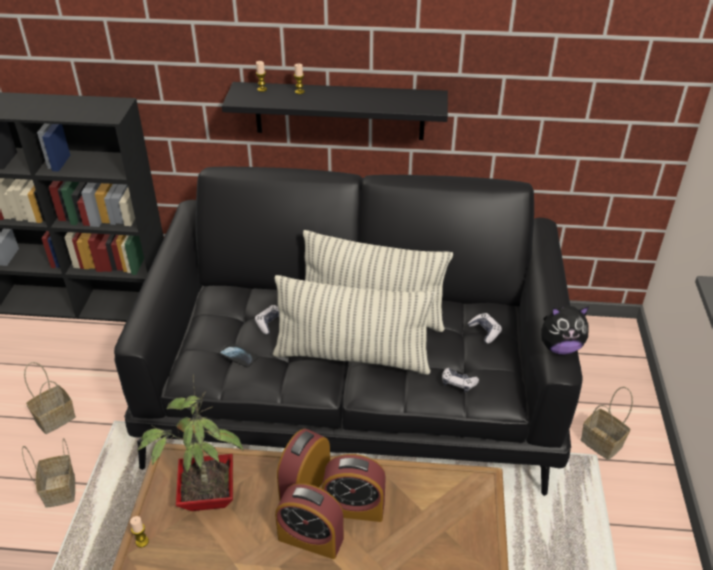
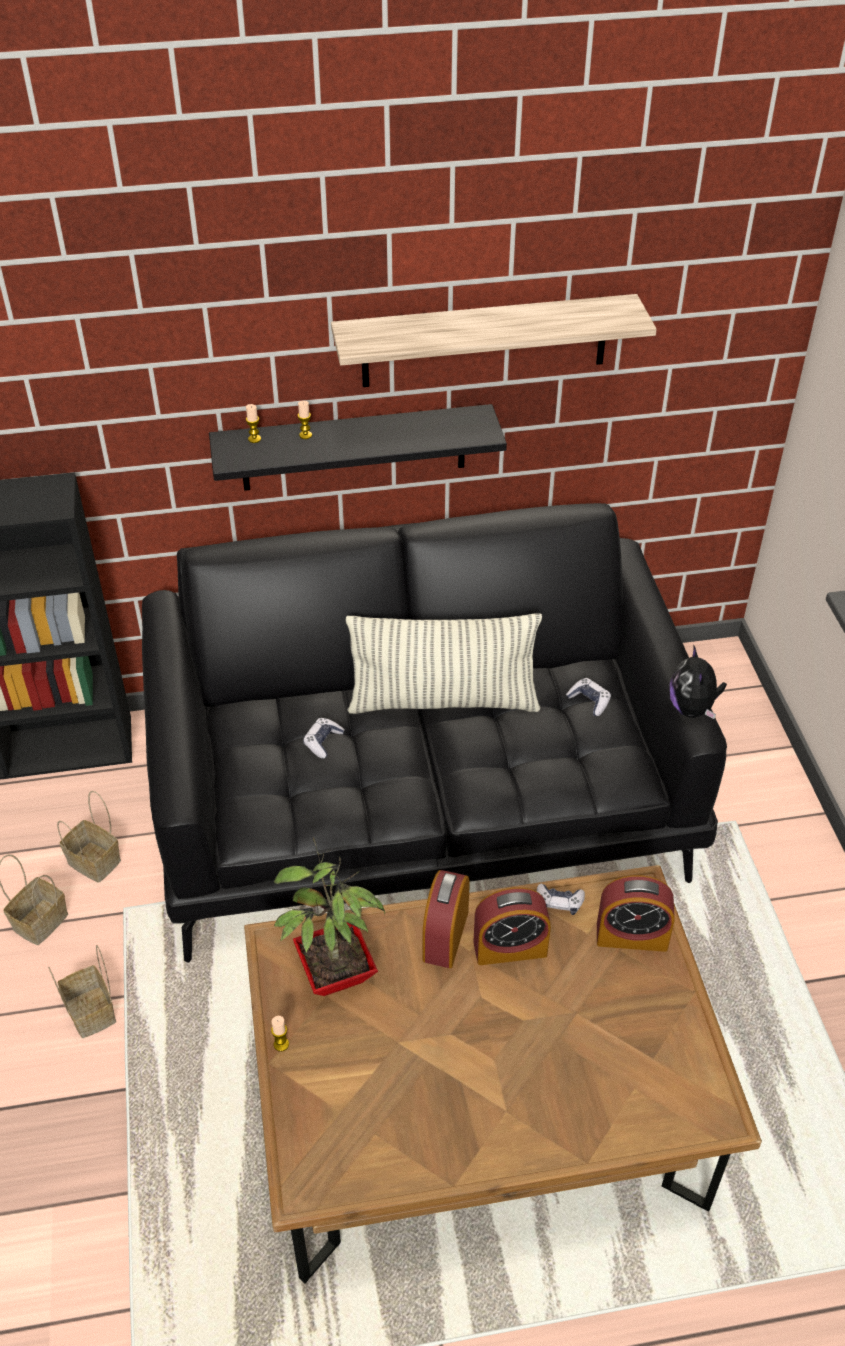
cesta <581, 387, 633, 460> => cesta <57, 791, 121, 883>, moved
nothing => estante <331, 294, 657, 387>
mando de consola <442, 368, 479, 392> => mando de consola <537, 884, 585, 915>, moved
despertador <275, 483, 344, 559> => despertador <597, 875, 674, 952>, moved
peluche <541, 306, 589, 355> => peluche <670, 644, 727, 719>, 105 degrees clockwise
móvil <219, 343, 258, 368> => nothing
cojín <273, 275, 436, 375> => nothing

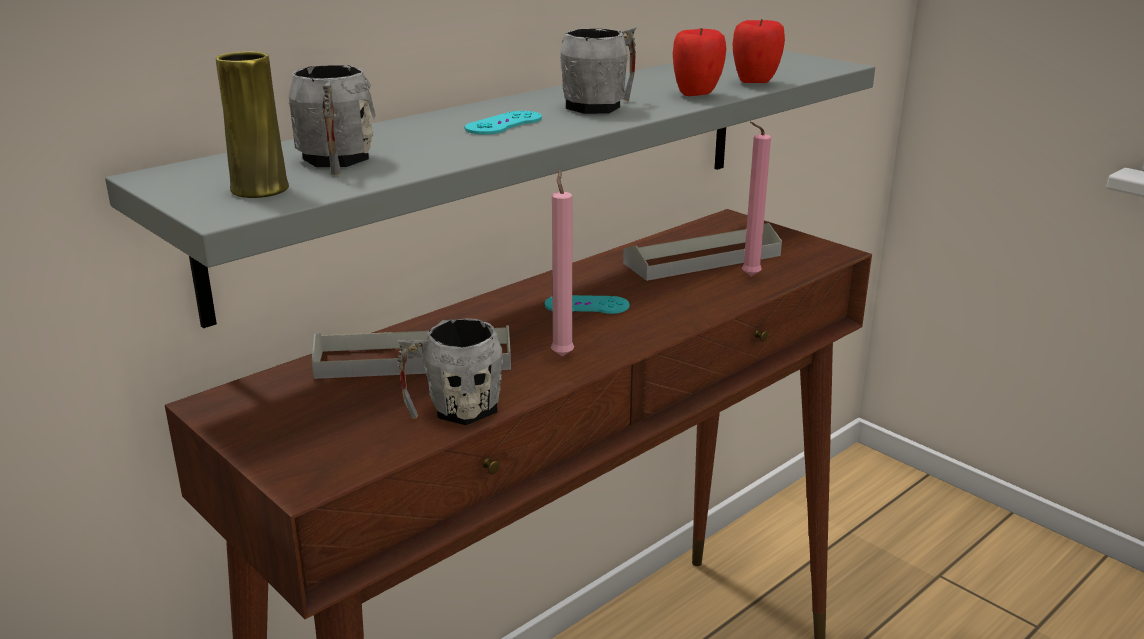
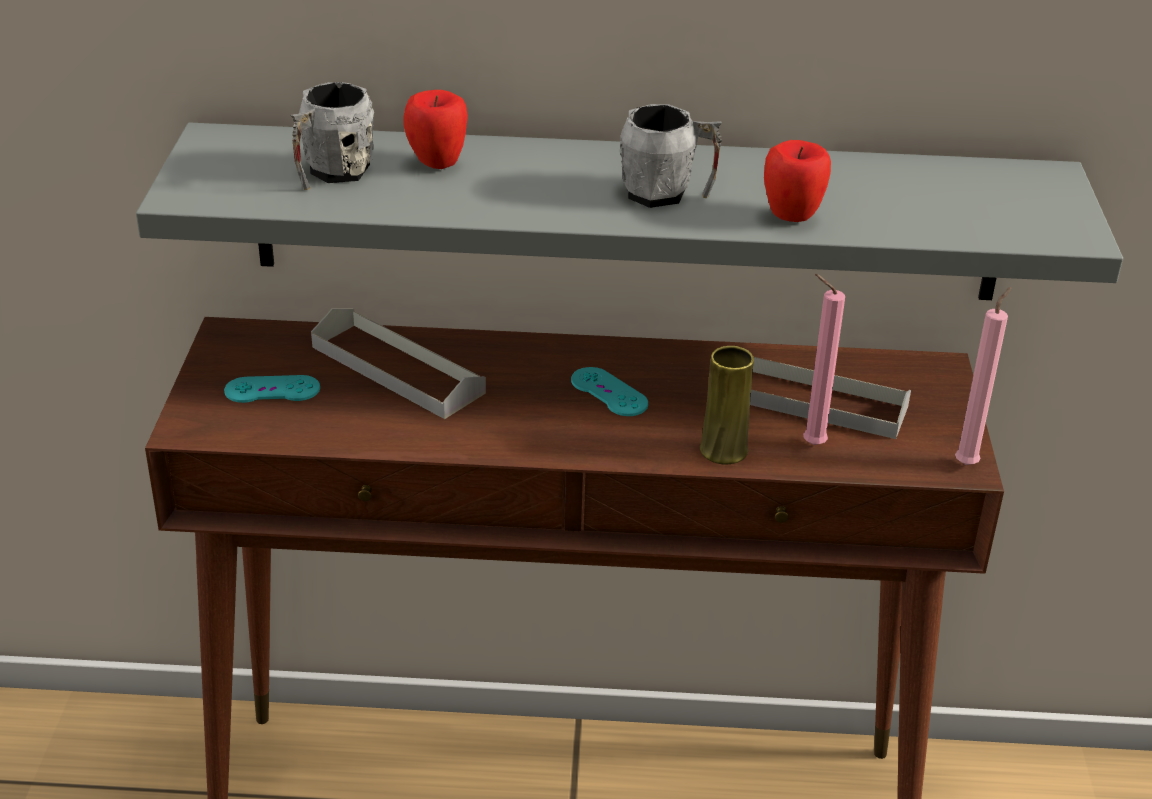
mando de consola/turquesa <465, 111, 542, 135> => mando de consola/turquesa <224, 375, 320, 403>, moved
manzana <732, 19, 785, 83> => manzana <403, 90, 468, 169>, moved
florero/amarillo <216, 51, 289, 198> => florero/amarillo <700, 346, 754, 464>, moved
vela/rosa <551, 169, 574, 356> => vela/rosa <955, 287, 1011, 465>, moved
taza grande/gris <397, 319, 503, 425> => nothing

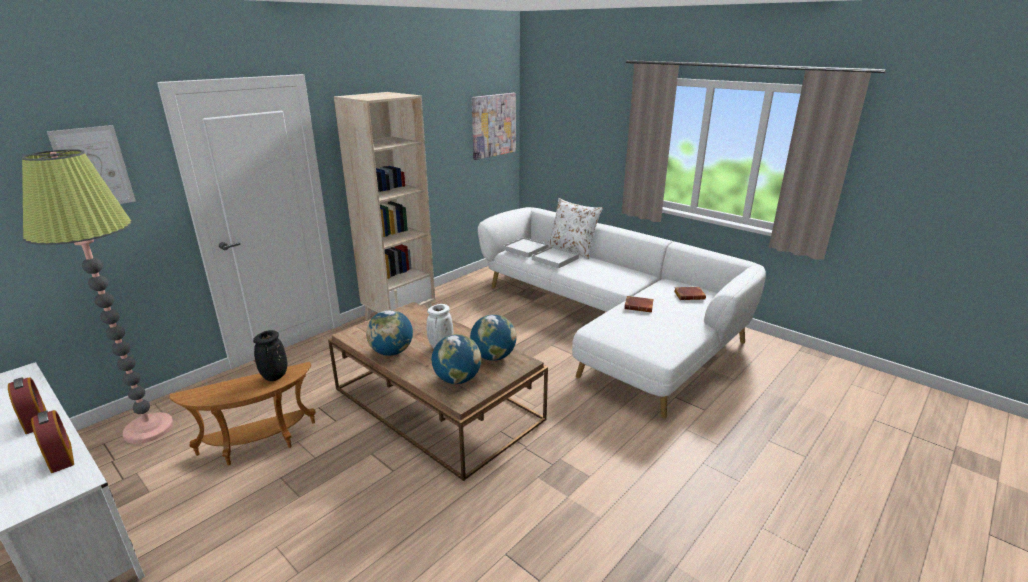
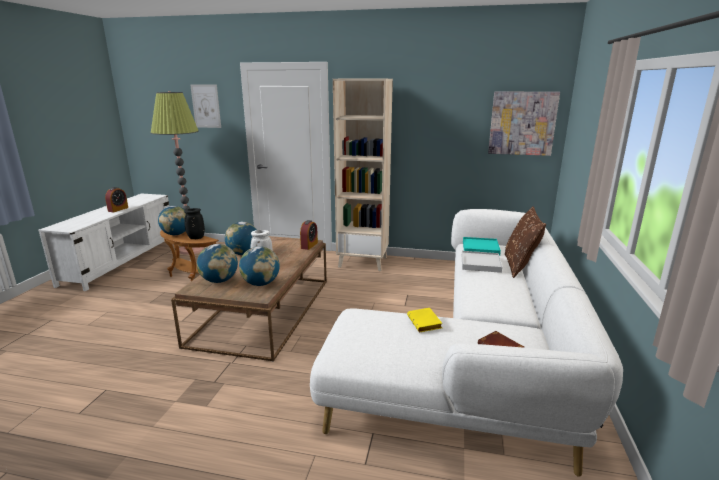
nothing => globo terráqueo <158, 206, 186, 235>
despertador <31, 410, 74, 473> => despertador <300, 220, 318, 250>, moved
libro/marrón <624, 296, 654, 312> => libro/amarillo <407, 308, 442, 332>
bandeja/blanco <504, 237, 548, 258> => bandeja/turquesa <463, 237, 501, 256>
cojín/blanco <547, 198, 603, 259> => cojín/marrón <505, 206, 546, 278>

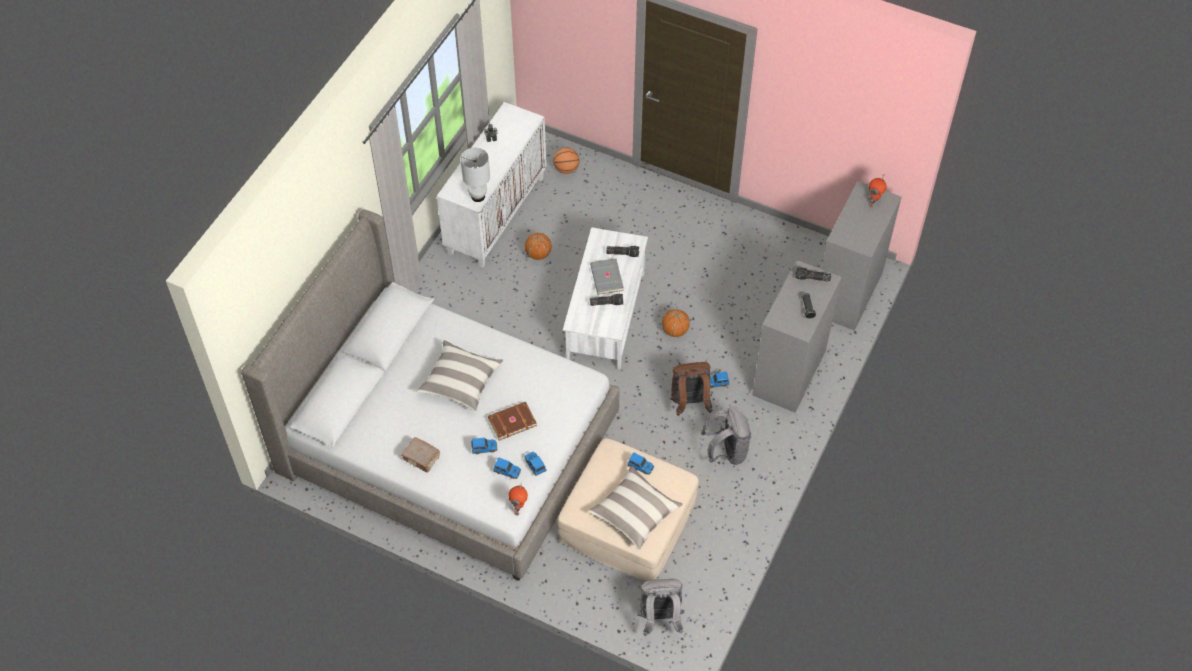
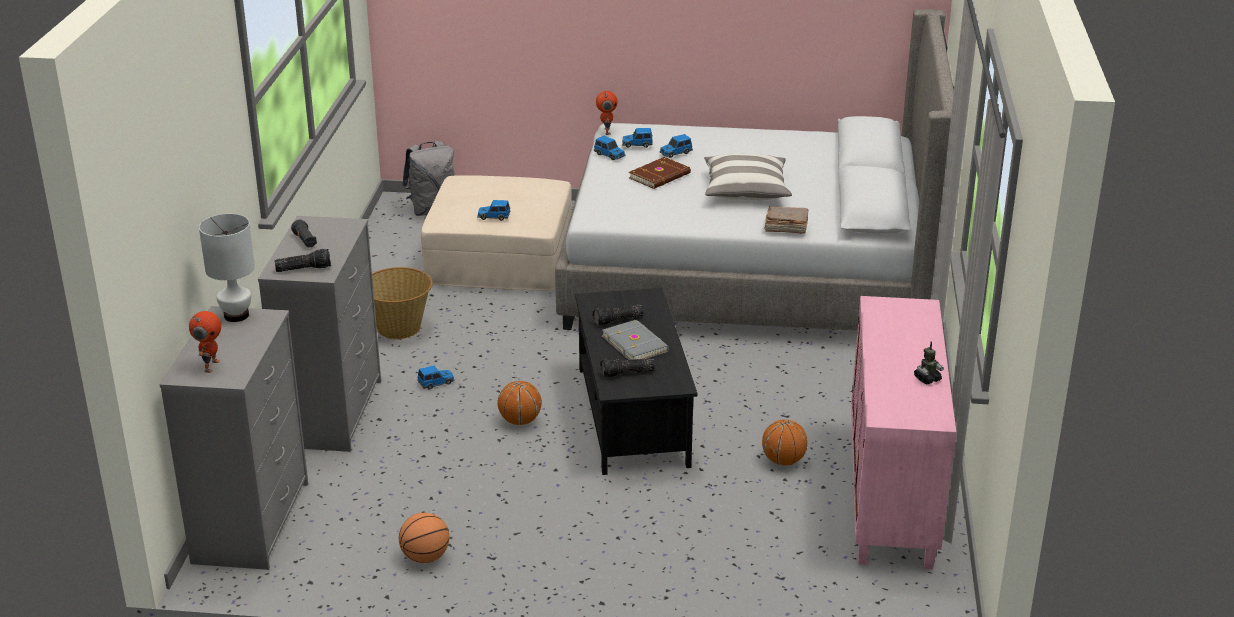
lámpara de mesa/blanco <460, 148, 490, 202> => lámpara de mesa/blanco <199, 214, 255, 322>, moved
mochila/gris <701, 406, 751, 465> => cesta <372, 267, 433, 339>
balón de baloncesto <553, 147, 580, 174> => balón de baloncesto <399, 513, 449, 563>, moved
mesa de centro/blanco <563, 227, 648, 369> => mesa de centro/negro <575, 288, 697, 475>
libro/marrón <401, 437, 440, 472> => libro/marrón <765, 206, 808, 233>, moved
armario/blanco <437, 102, 547, 268> => armario/rosa <851, 296, 956, 569>
cojín <588, 466, 683, 550> => nothing
mochila/marrón <669, 362, 713, 416> => nothing

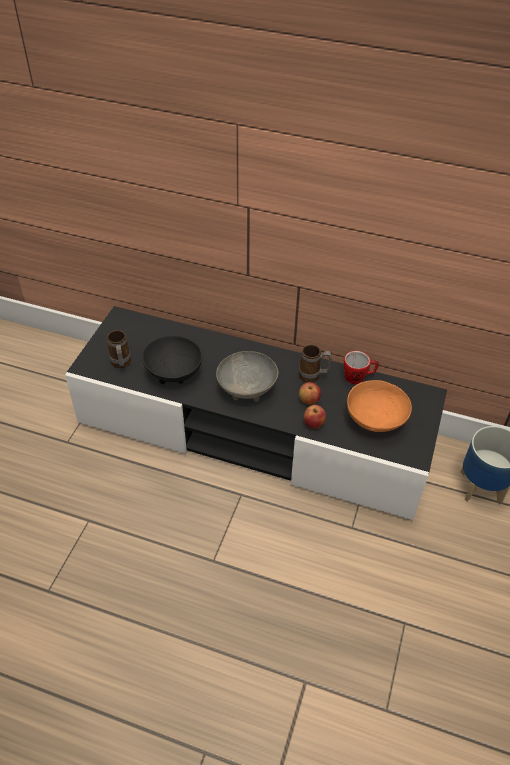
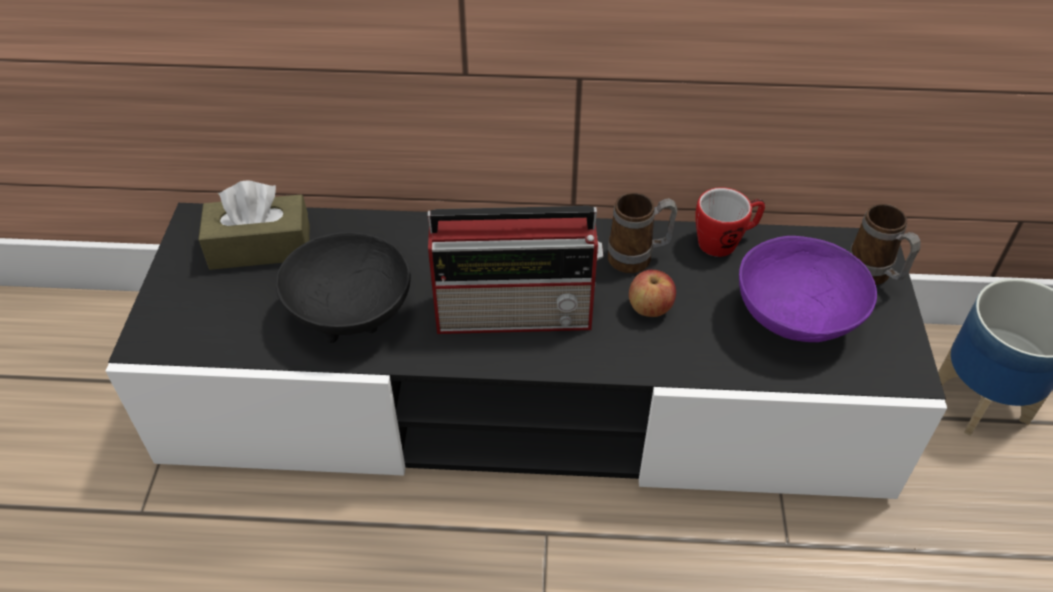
nothing => caja de pañuelos/marrón <198, 180, 310, 270>
cuenco/gris <216, 351, 278, 402> => radio <428, 206, 603, 334>
cuenco/naranja <347, 380, 412, 432> => cuenco/morado <739, 236, 877, 342>
taza grande <107, 330, 131, 368> => taza grande <849, 204, 921, 285>, moved
manzana <303, 405, 326, 429> => nothing

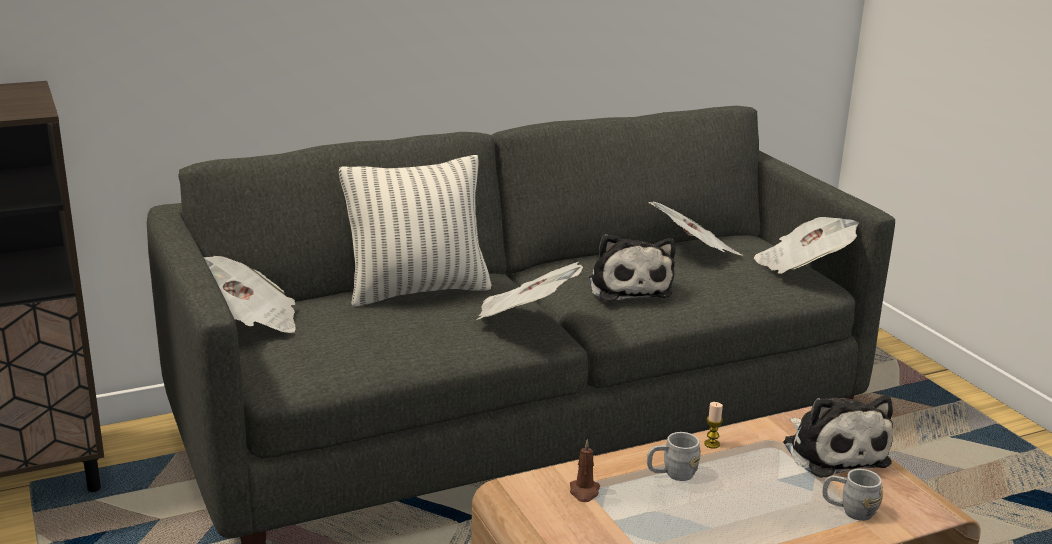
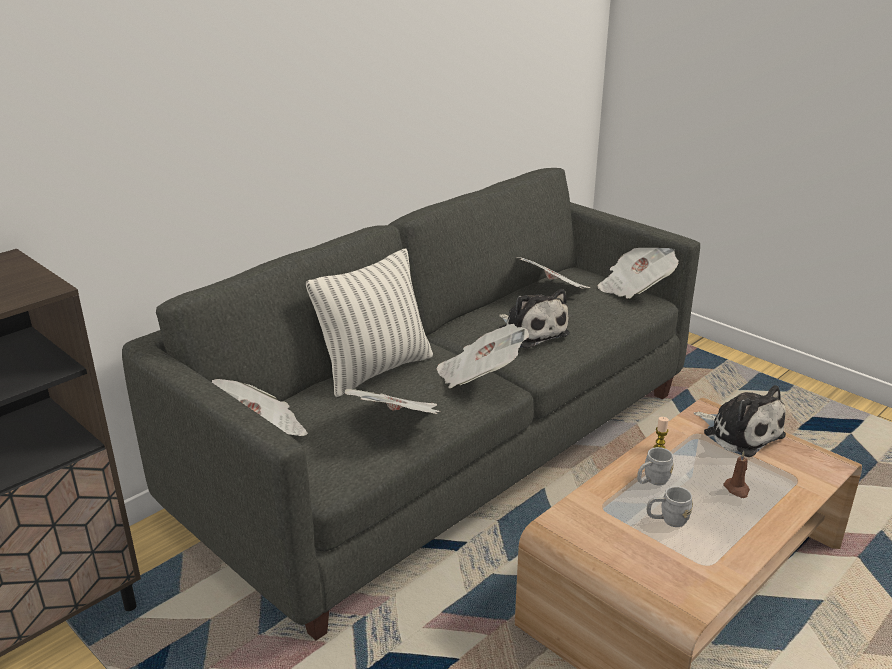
nothing => periódico <345, 389, 440, 414>
taza grande/gris <822, 469, 883, 521> => taza grande/gris <647, 486, 693, 527>, moved
vela/marrón <570, 439, 600, 502> => vela/marrón <723, 451, 750, 498>, moved

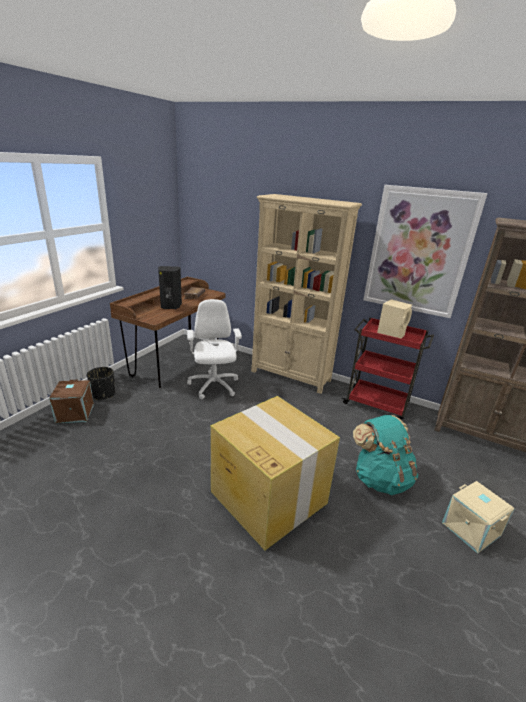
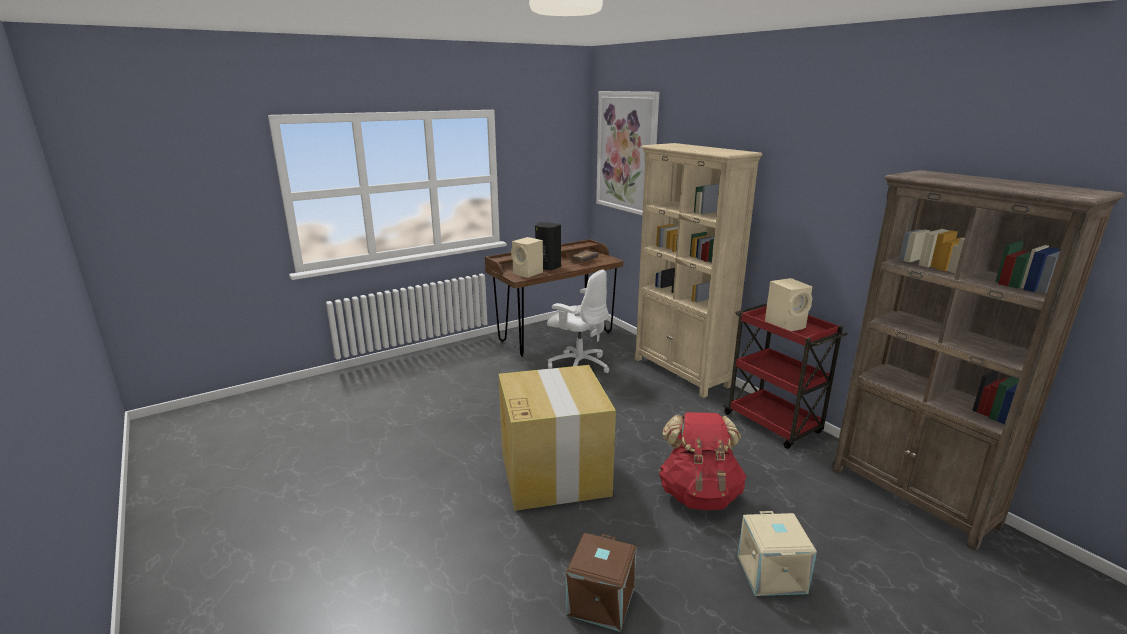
nothing => altavoz/beis <511, 237, 543, 278>
silla de oficina/blanco <187, 299, 242, 399> => silla de oficina/blanco <547, 270, 610, 373>, 105 degrees clockwise
caja de almacenaje/marrón <49, 380, 94, 423> => caja de almacenaje/marrón <566, 533, 637, 632>, moved
cuadro <363, 185, 488, 318> => cuadro <596, 91, 659, 216>, moved
mochila/turquesa <353, 415, 418, 495> => mochila/rojo <658, 412, 746, 510>
maceta/negro <87, 367, 115, 400> => nothing

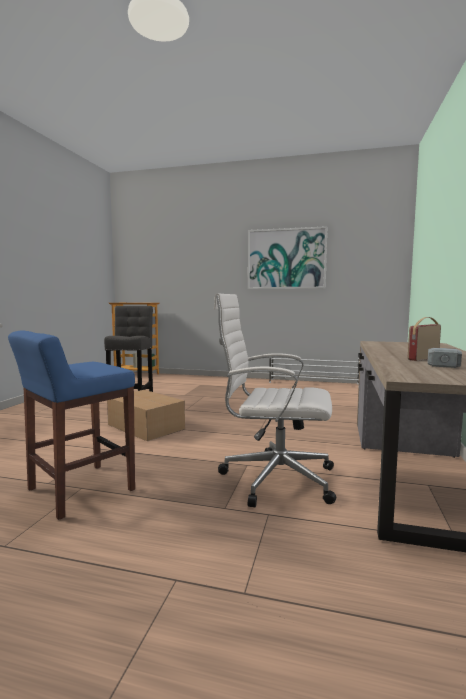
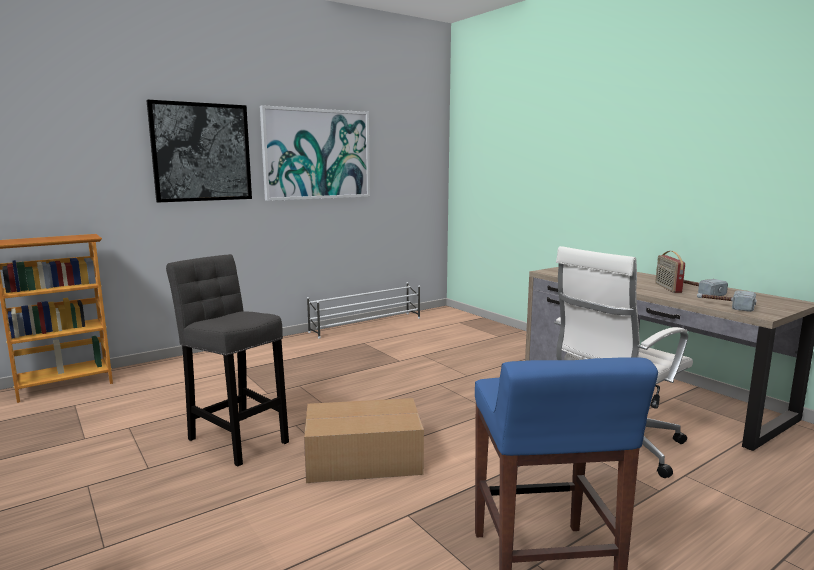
nothing => cuadro <146, 100, 252, 203>
nothing => martillo <697, 290, 757, 312>

